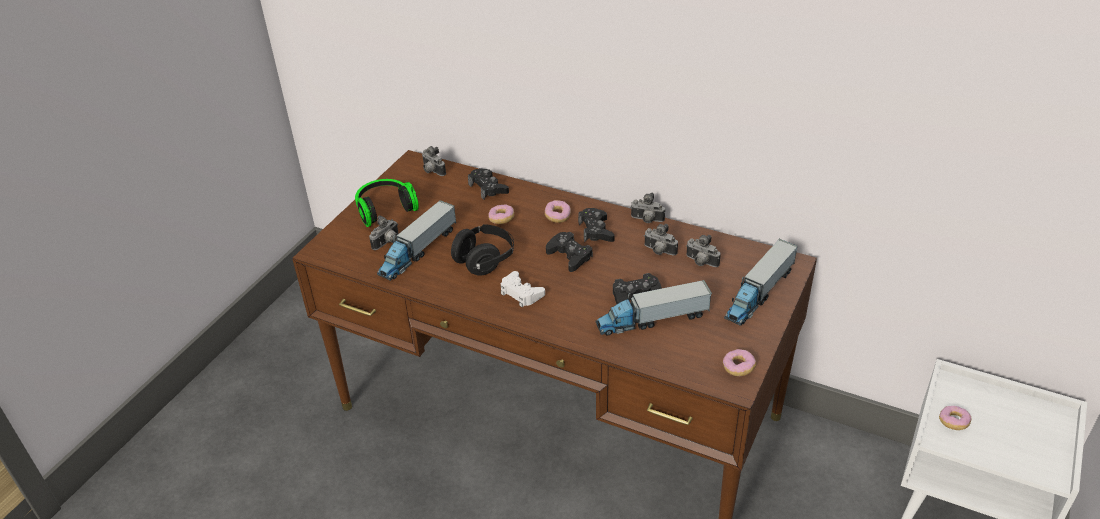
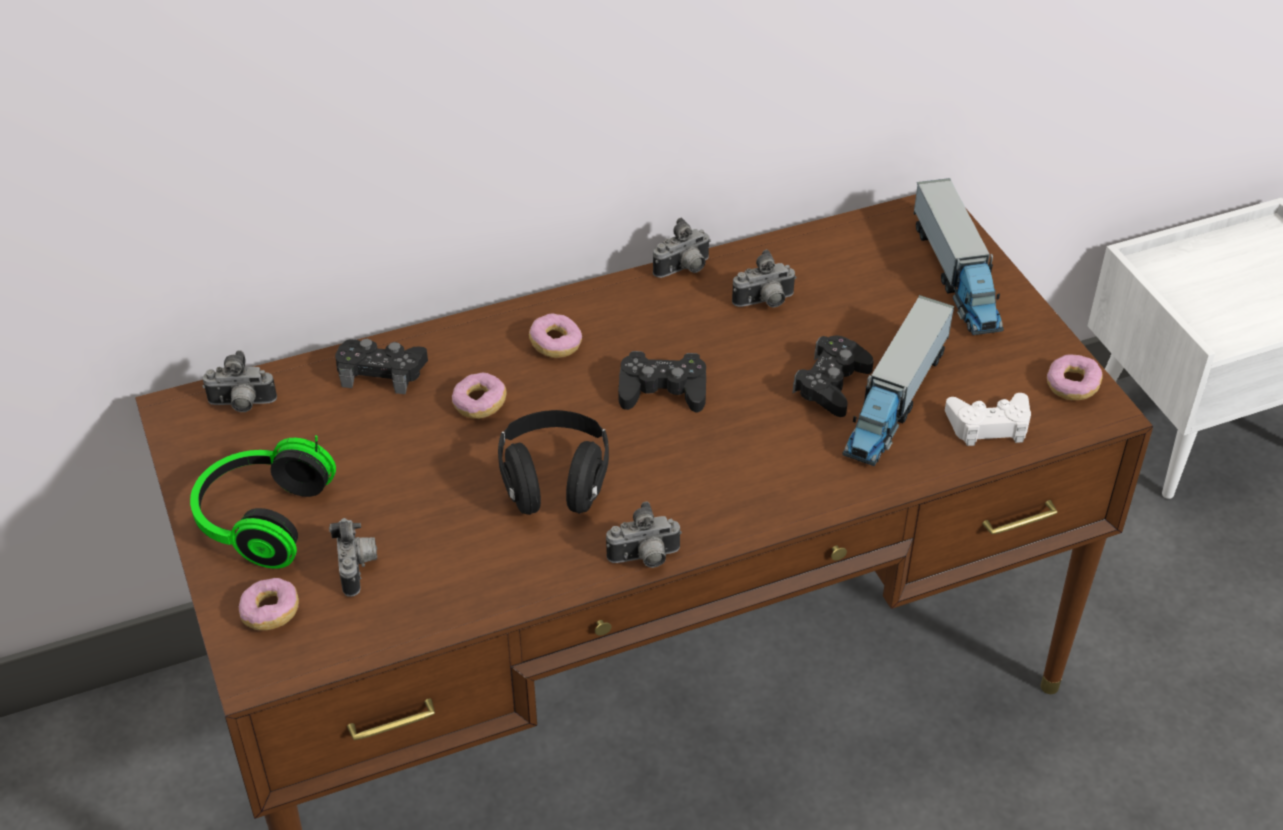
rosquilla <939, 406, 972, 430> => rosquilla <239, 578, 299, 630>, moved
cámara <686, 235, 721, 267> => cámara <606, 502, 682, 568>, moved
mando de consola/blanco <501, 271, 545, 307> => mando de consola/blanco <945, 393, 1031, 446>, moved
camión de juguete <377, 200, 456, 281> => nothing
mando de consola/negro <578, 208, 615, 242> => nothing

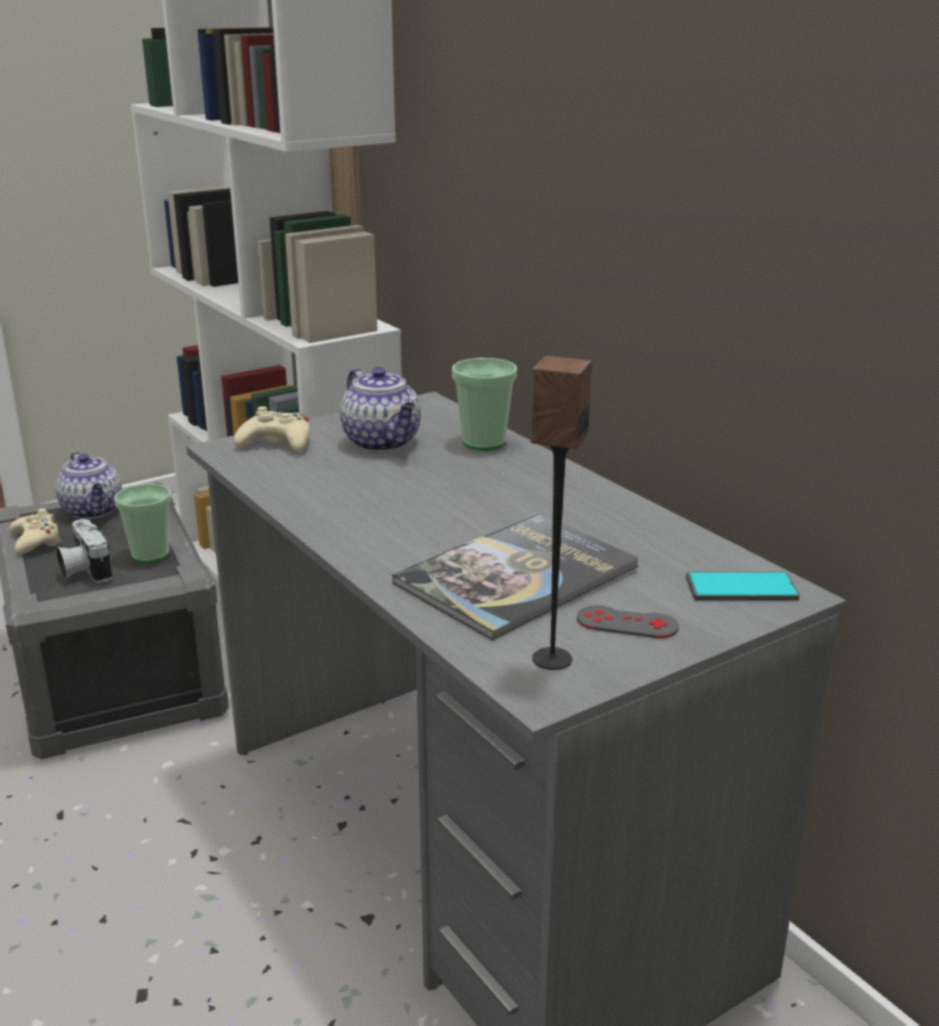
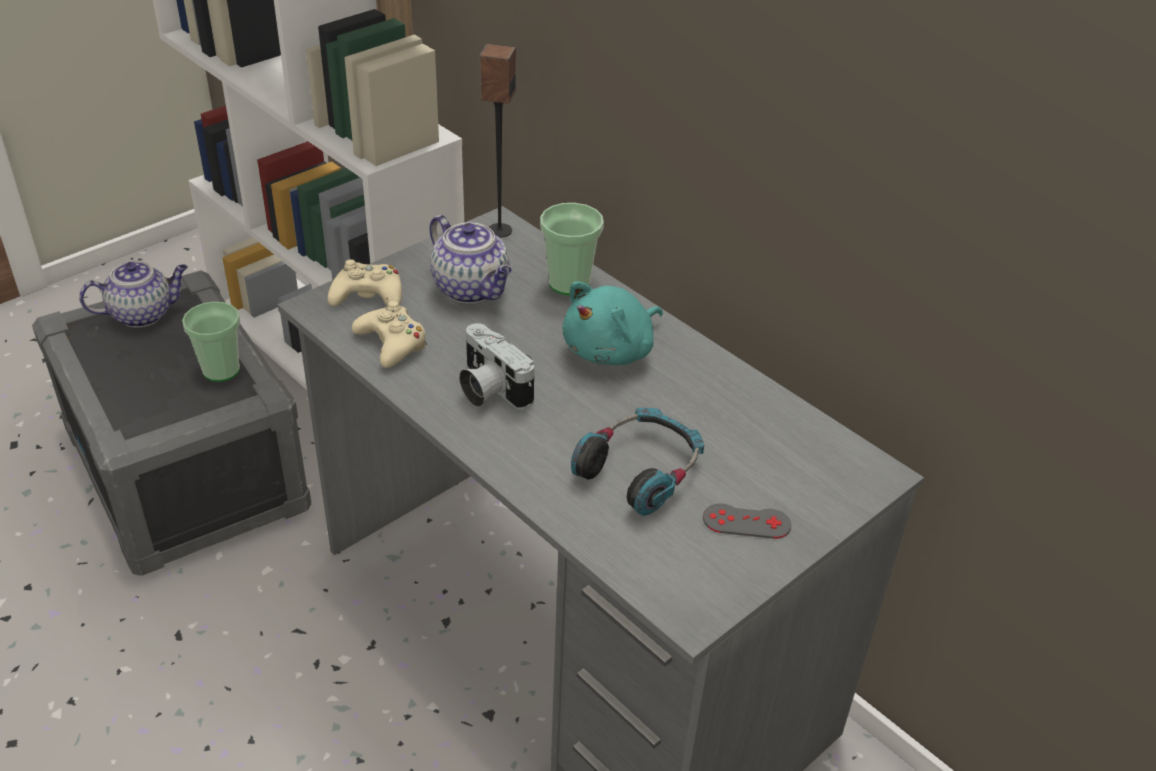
tetera <55, 452, 122, 519> => tetera <79, 261, 188, 327>, 75 degrees counterclockwise
mando de consola/beis <9, 508, 62, 554> => mando de consola/beis <352, 301, 427, 368>, moved
cámara <56, 519, 113, 583> => cámara <459, 323, 534, 410>, moved
altavoz <530, 356, 592, 670> => altavoz <480, 44, 516, 238>, moved
nothing => peluche/turquesa <563, 282, 663, 365>
libro <392, 513, 639, 641> => auriculares <571, 408, 704, 516>
móvil <686, 572, 800, 601> => nothing

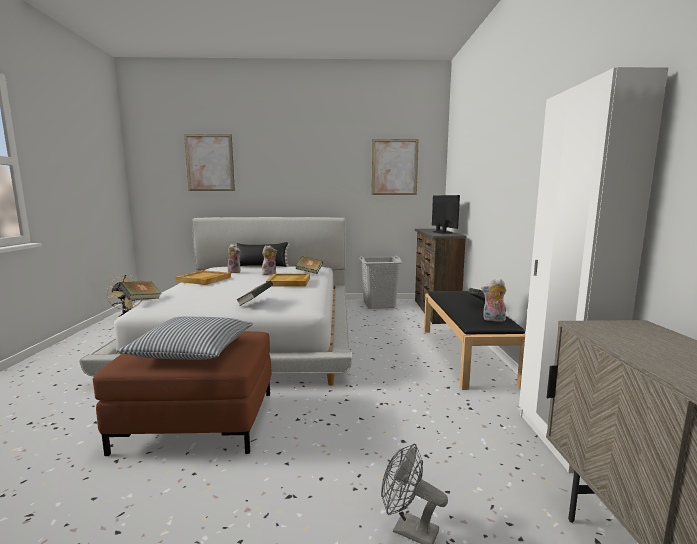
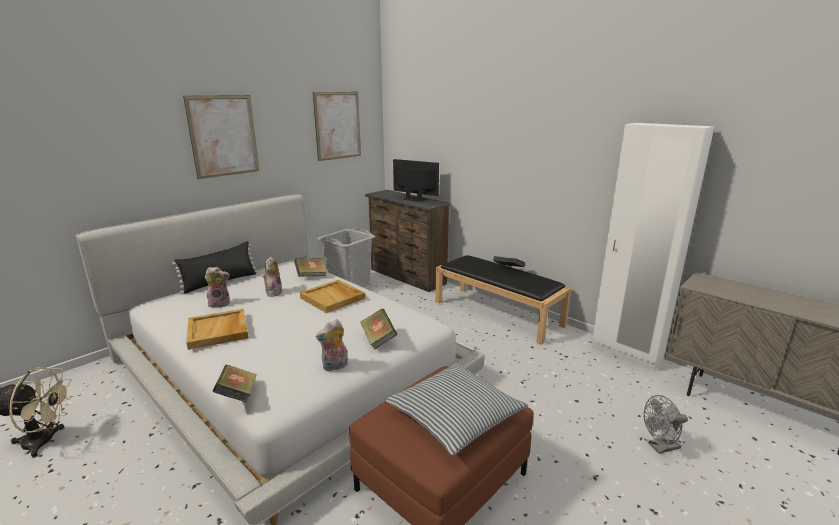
cuadro <184, 134, 235, 191> => cuadro <183, 95, 259, 179>, moved
peluche <481, 279, 507, 322> => peluche <316, 319, 348, 371>, moved

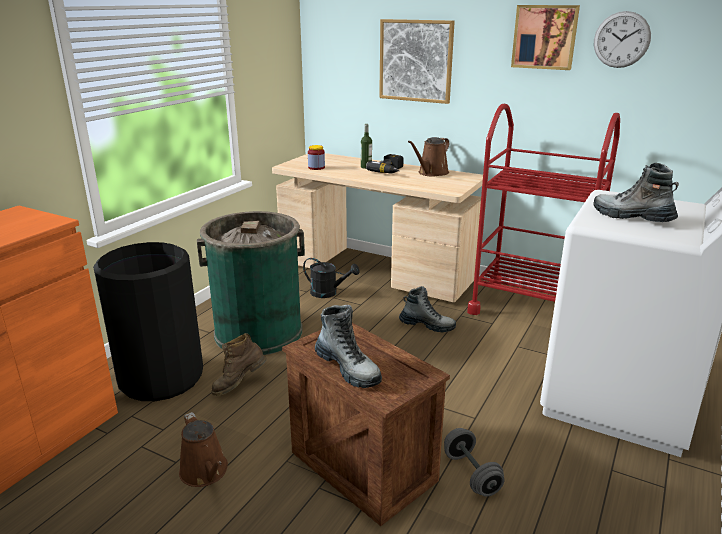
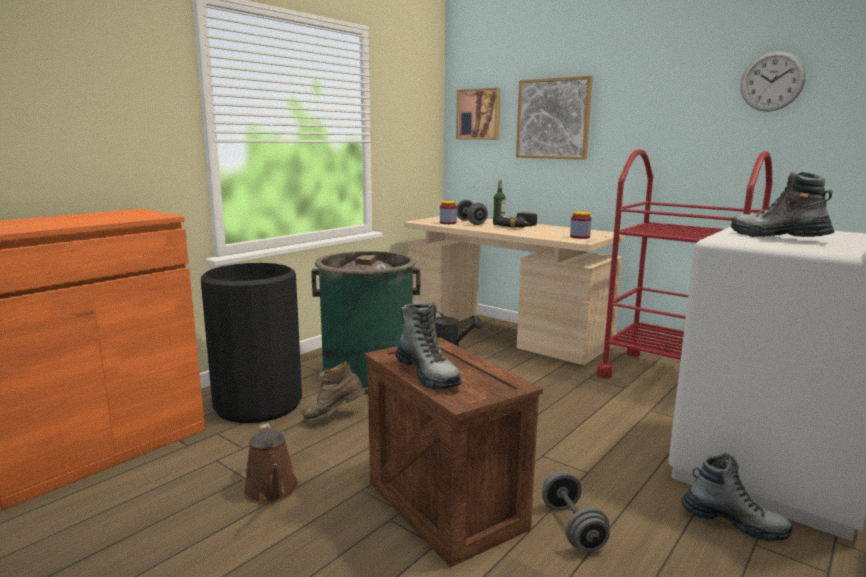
cuadro <511, 5, 580, 70> => cuadro <456, 88, 501, 140>, moved
nothing => mancuerna/gris <457, 200, 488, 225>
nothing => tarro <570, 211, 591, 239>
bota <399, 286, 456, 332> => bota <681, 453, 792, 541>, moved
regadera/marrón <408, 137, 449, 177> => nothing

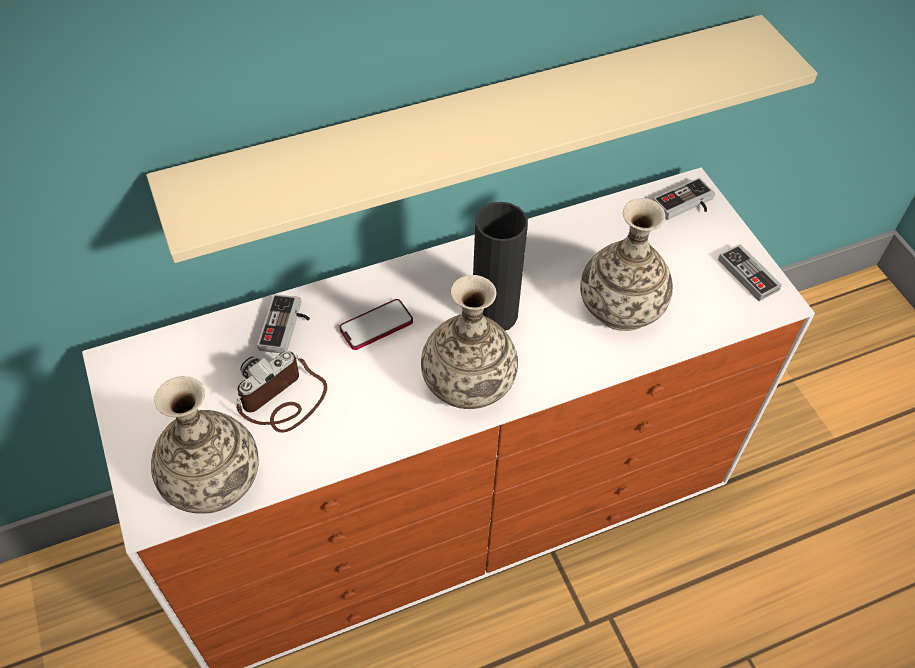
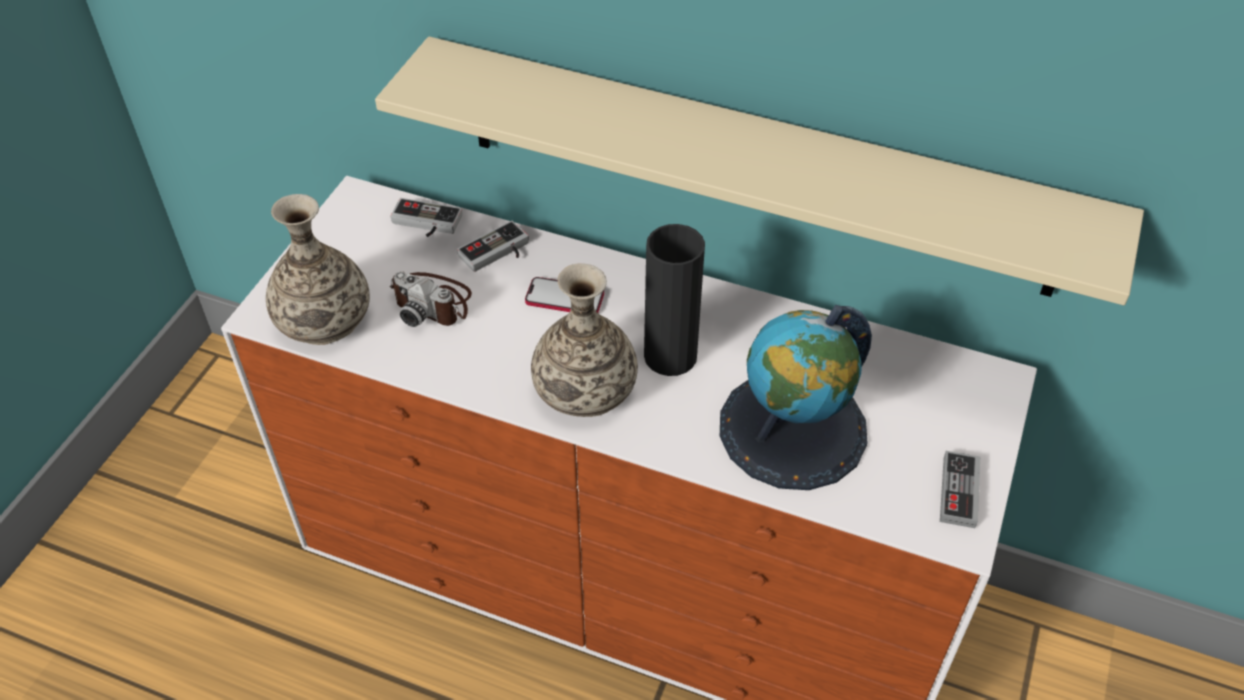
cámara <236, 351, 327, 433> => cámara <389, 271, 472, 327>, 150 degrees counterclockwise
mando de consola <653, 178, 715, 220> => mando de consola <391, 198, 463, 237>, moved
florero <580, 198, 673, 331> => globo terráqueo <720, 305, 872, 490>

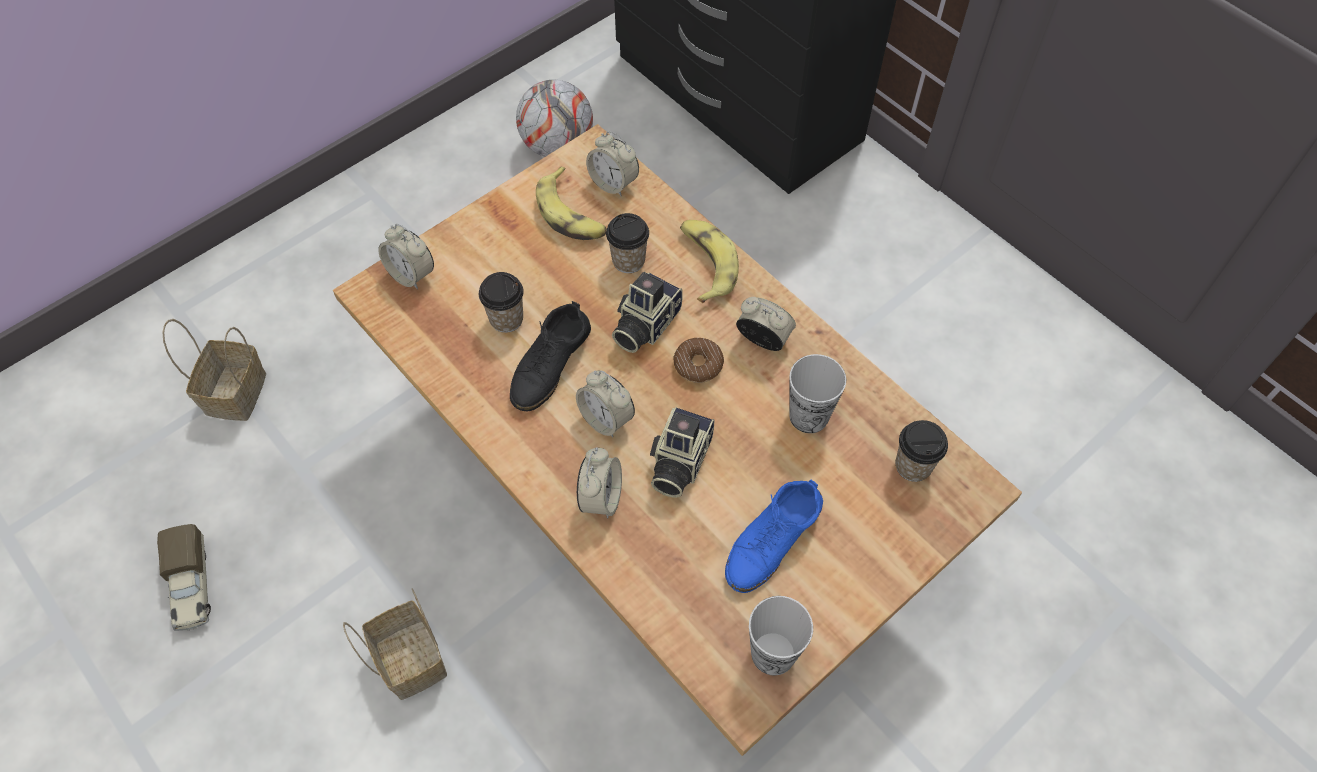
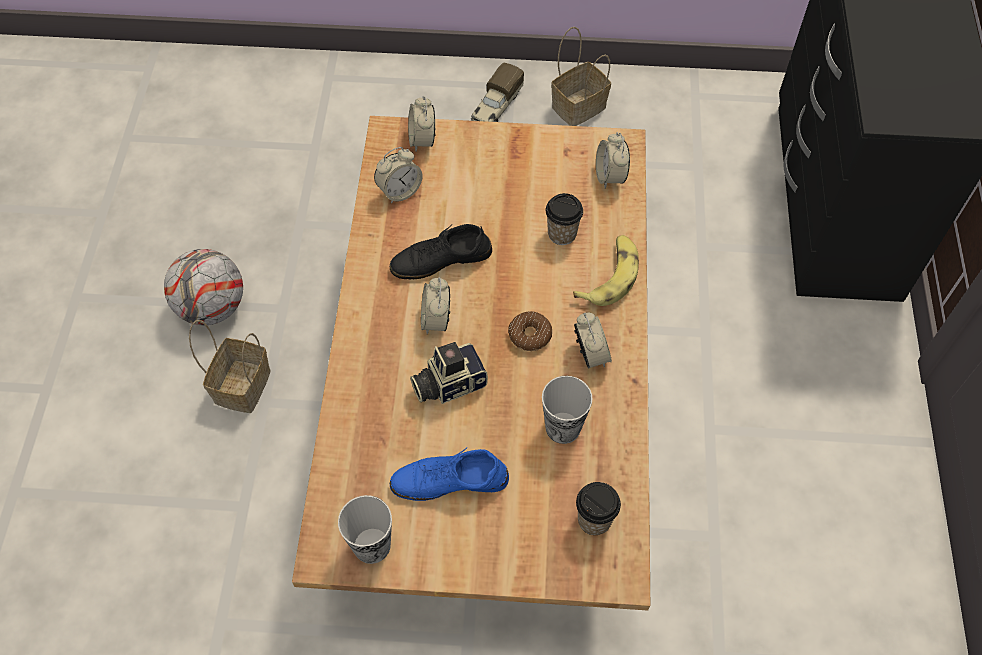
balón de fútbol <516, 80, 593, 157> => balón de fútbol <164, 249, 243, 325>, moved
despertador <577, 447, 622, 519> => despertador <374, 147, 423, 204>, moved
camión de juguete <157, 524, 211, 631> => camión de juguete <471, 63, 524, 122>, moved
cesta <162, 319, 266, 421> => cesta <551, 27, 611, 126>, moved
taza <479, 272, 524, 333> => nothing
plátano <536, 167, 607, 240> => nothing
cámara <612, 272, 683, 353> => nothing

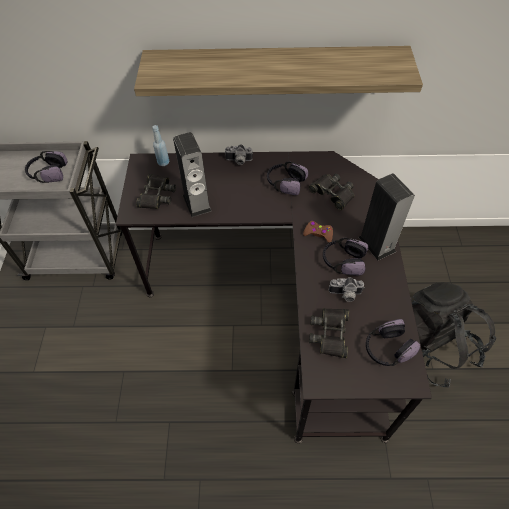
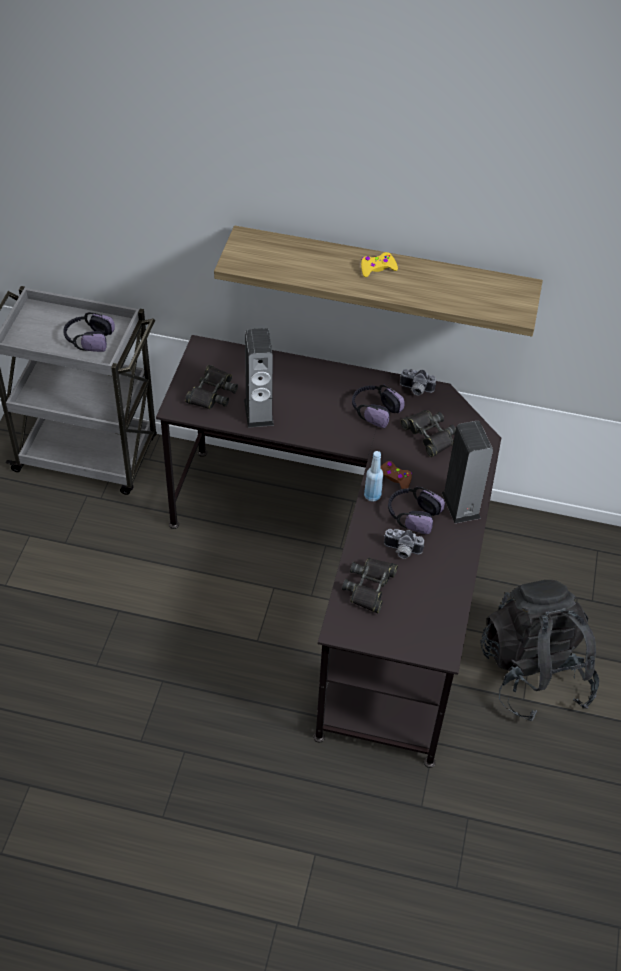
nothing => mando de consola/amarillo <361, 252, 398, 277>
botella/azul <152, 125, 169, 166> => botella/azul <364, 451, 383, 502>, moved
cámara <224, 144, 253, 165> => cámara <400, 369, 436, 395>, moved
auriculares <366, 319, 420, 366> => nothing

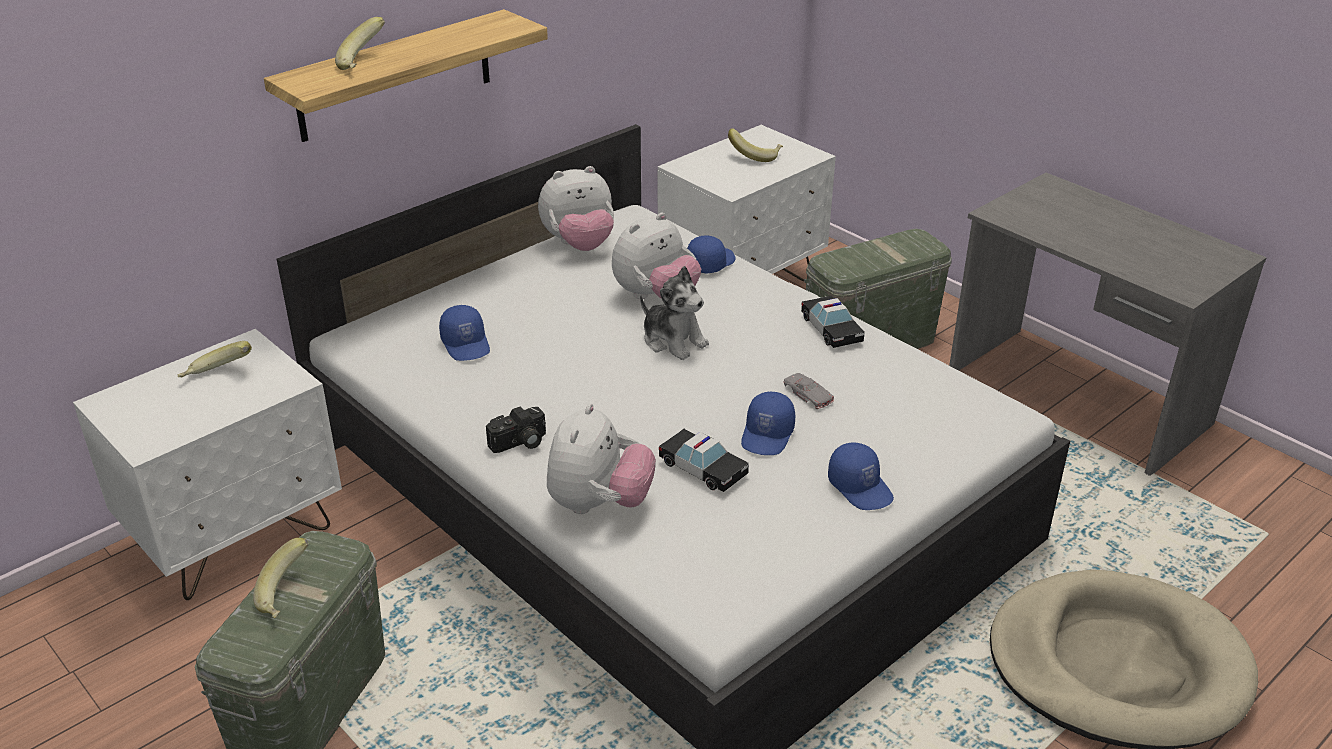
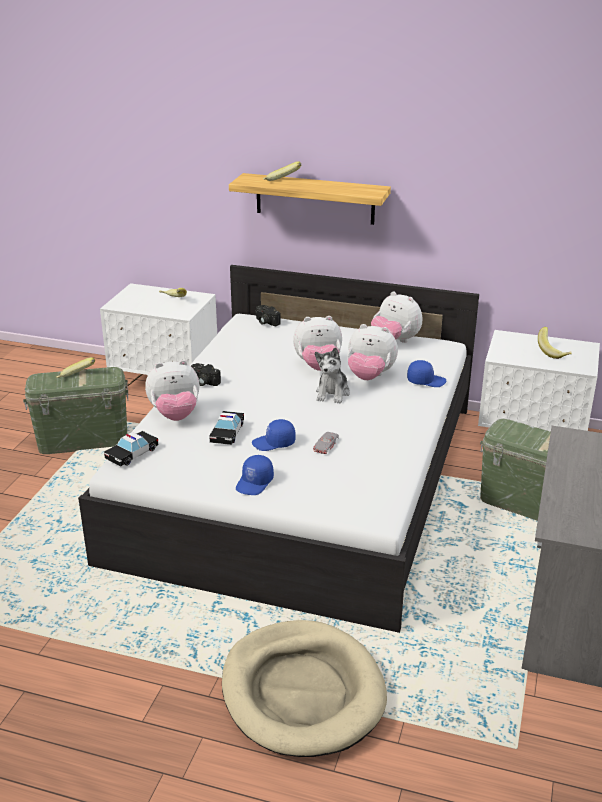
coche de juguete <801, 296, 865, 348> => coche de juguete <104, 431, 158, 467>, moved
nothing => cámara <255, 305, 281, 326>
nothing => peluche <293, 316, 342, 371>
gorra/azul <439, 305, 490, 361> => nothing

